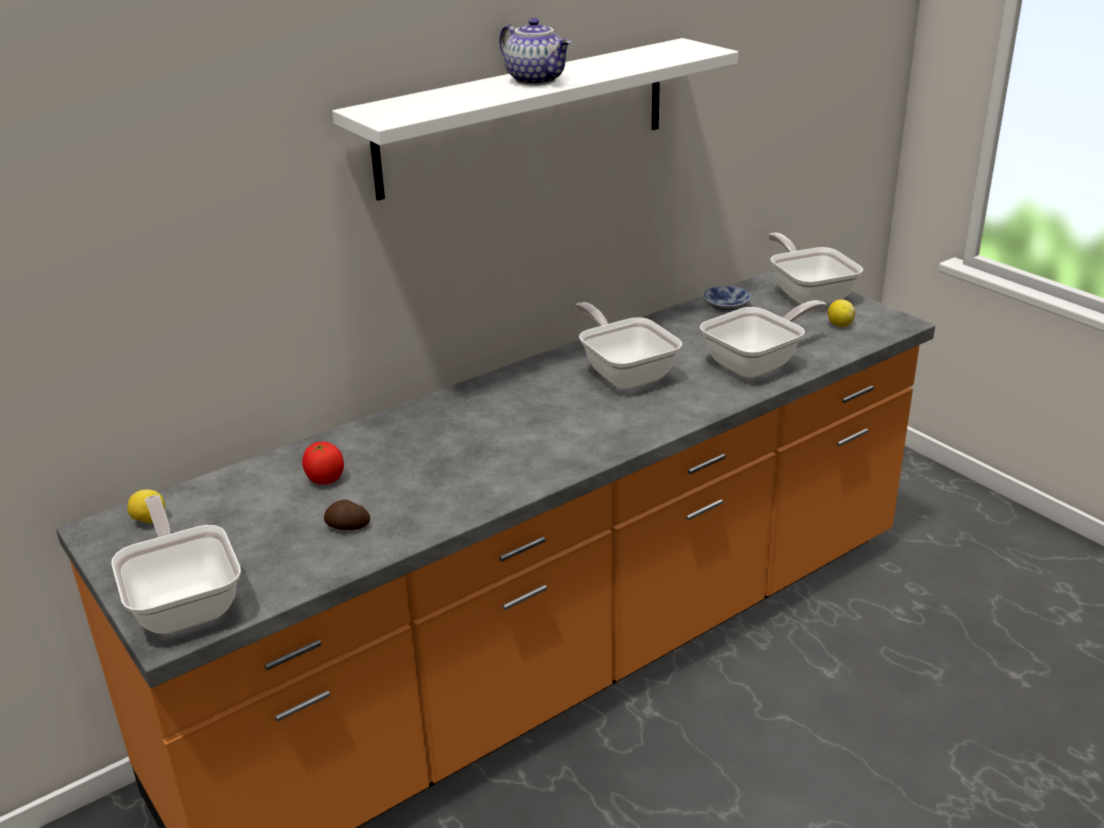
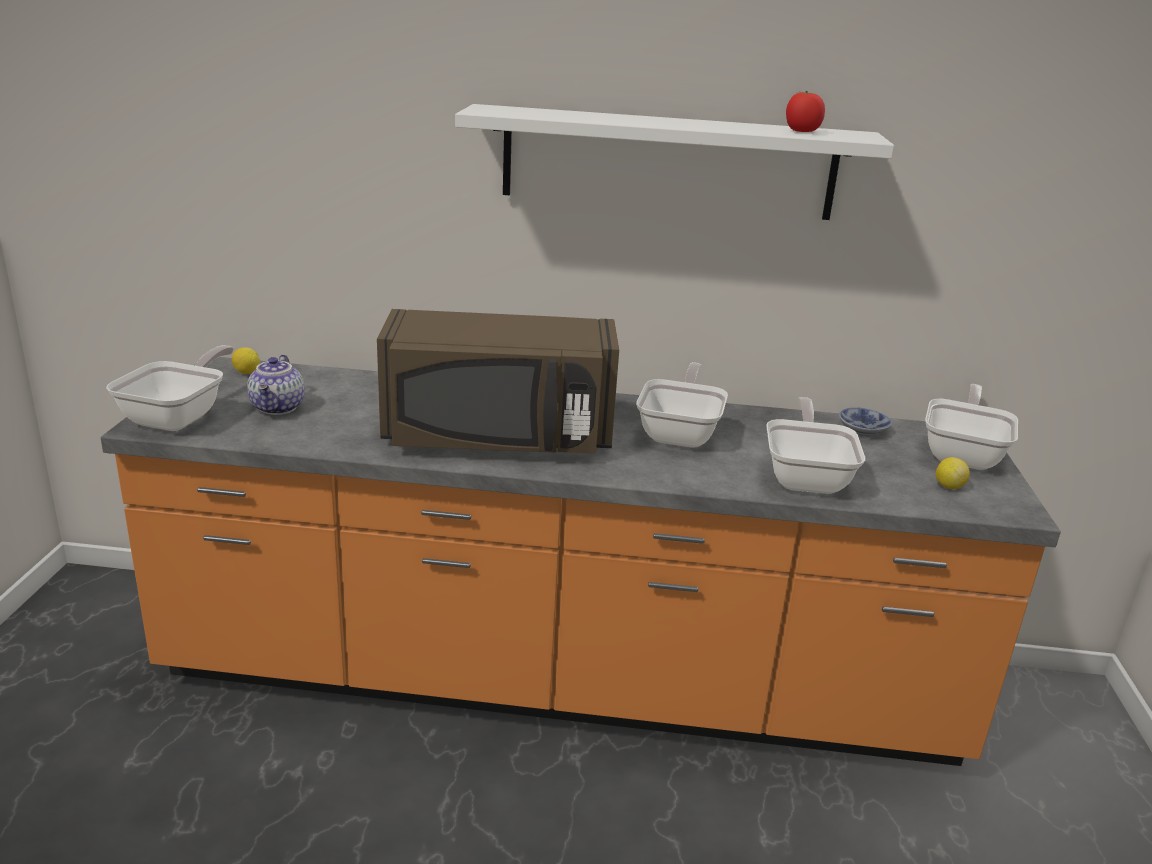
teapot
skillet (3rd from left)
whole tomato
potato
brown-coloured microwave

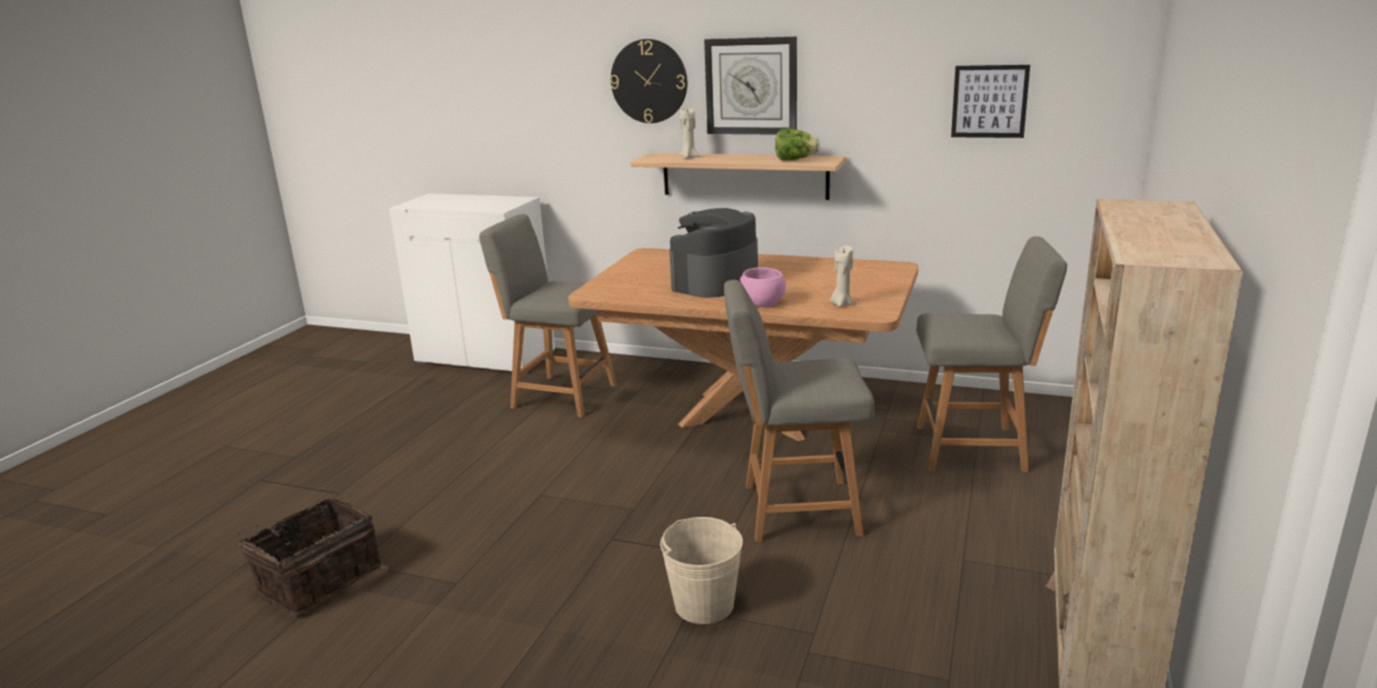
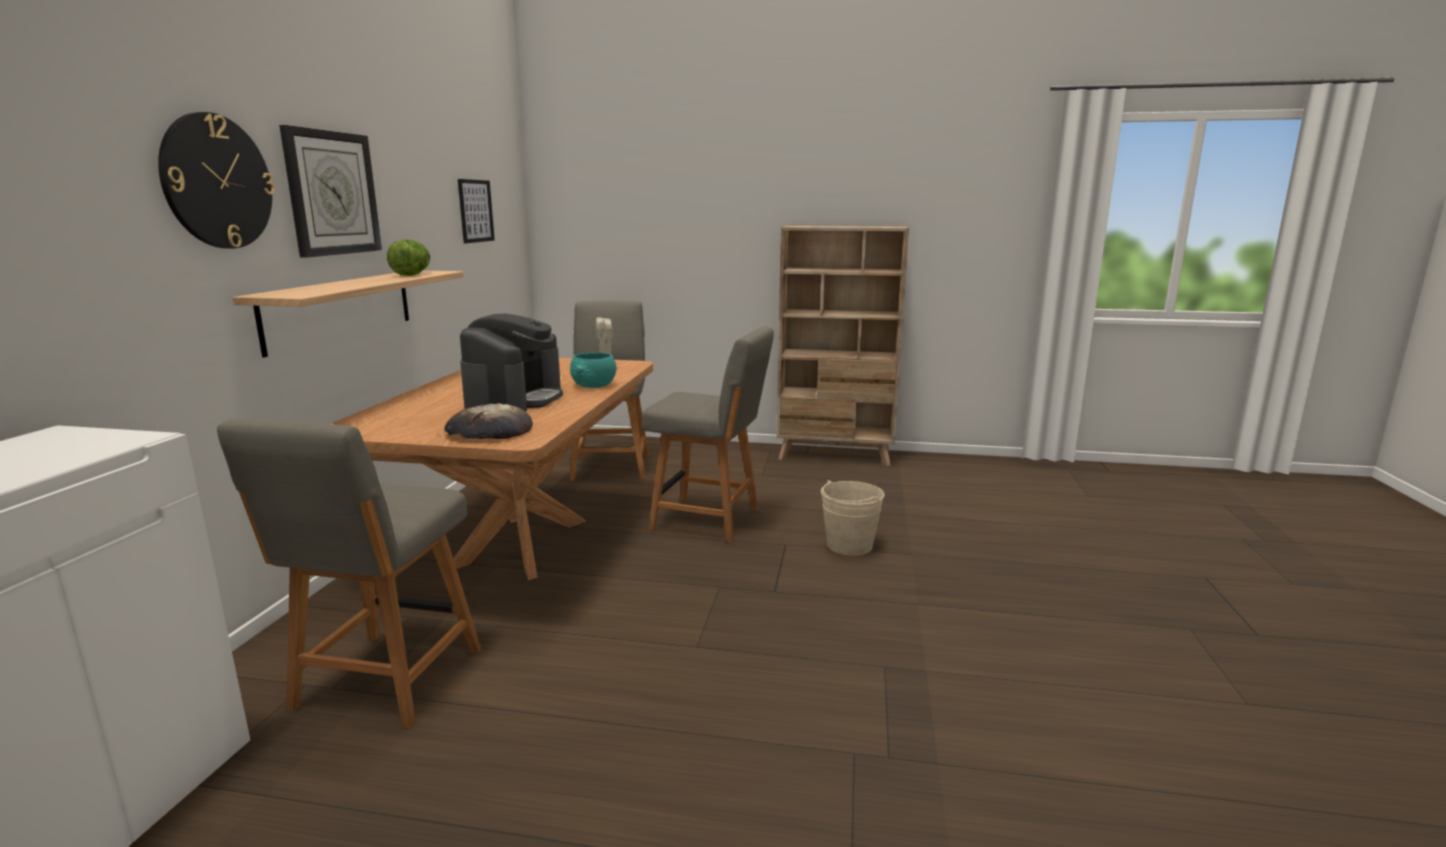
sand-coloured candle (1st from left in the first image)
coffee brewer
blue-green deep dish
grey chair (3rd from left)
storage basket
baked bread

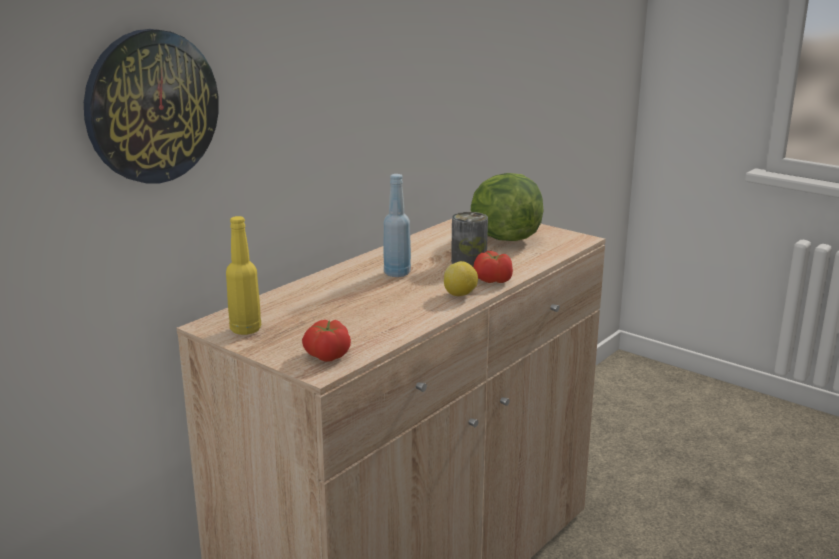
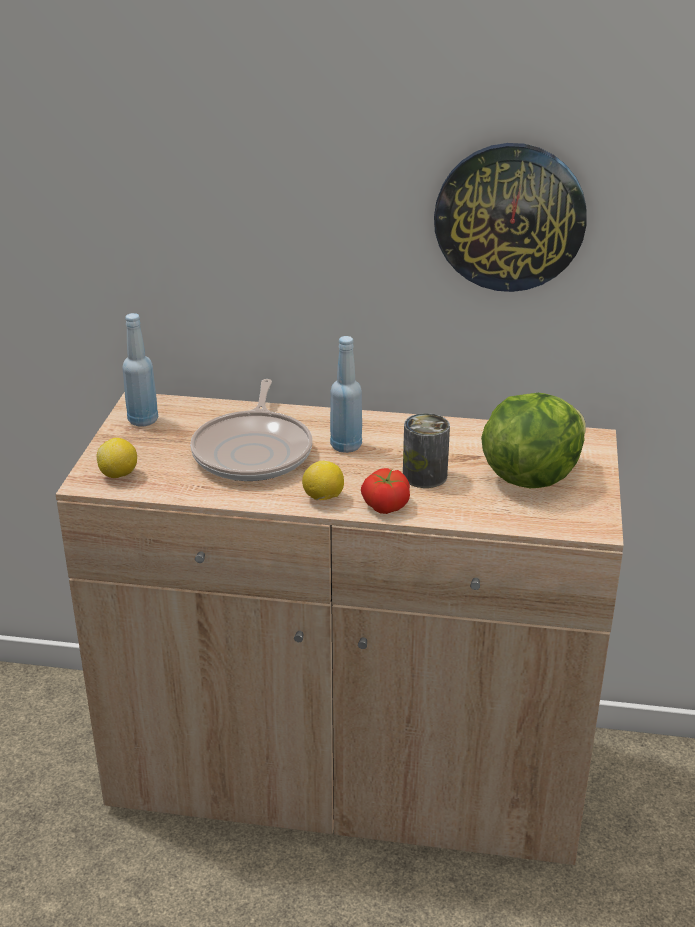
hanging clock
bluish beverage bottle (1st from left)
lemon (1st from left)
skillet

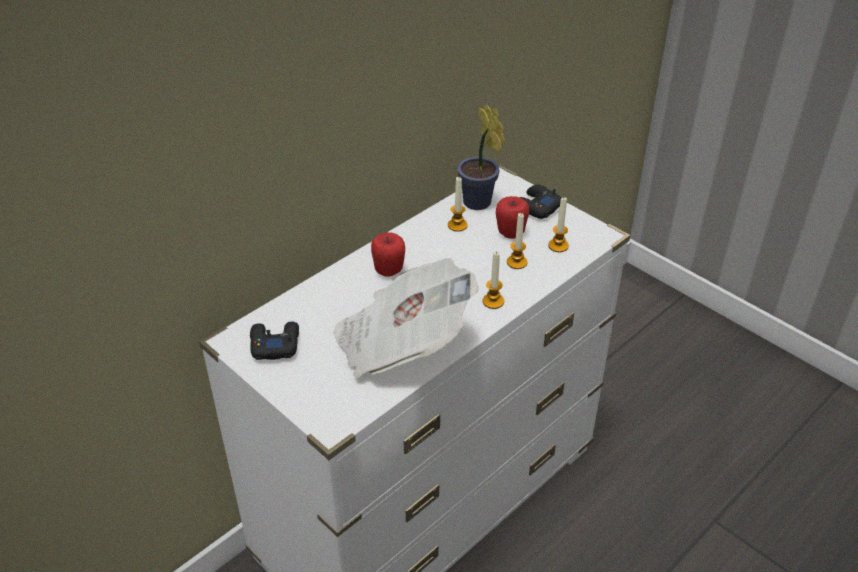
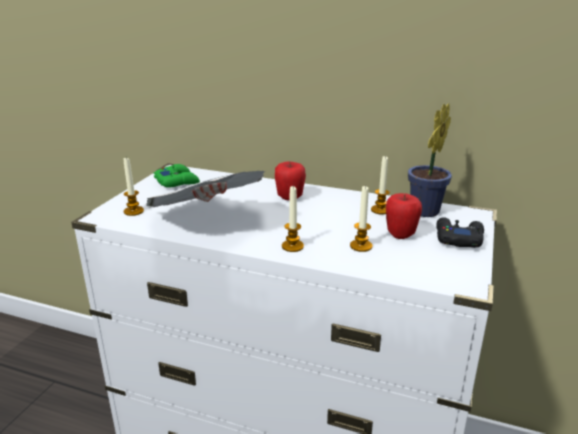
candle (1st from left)
green-coloured joypad

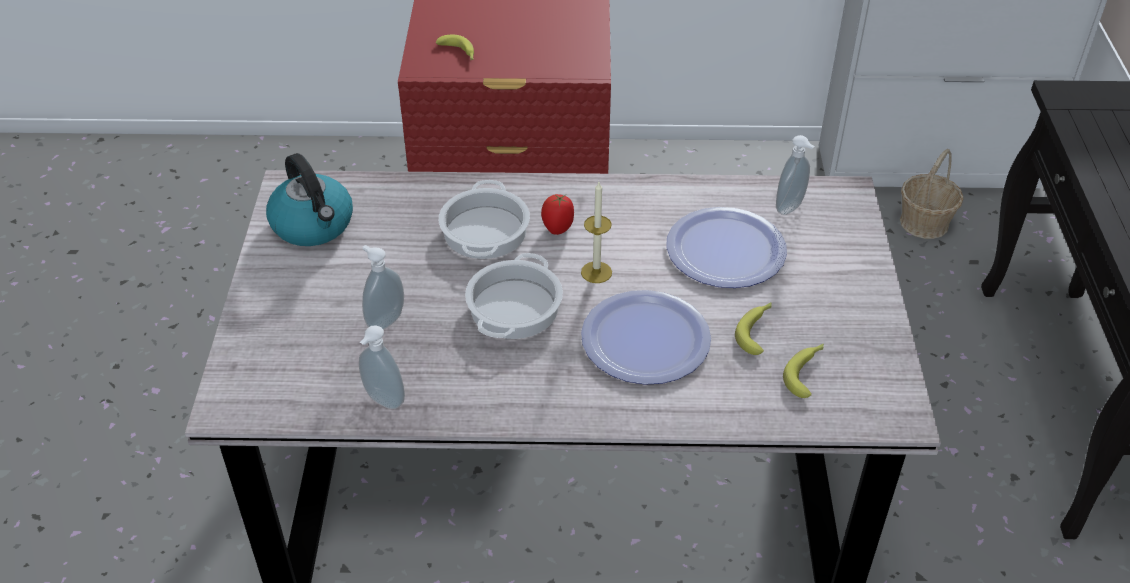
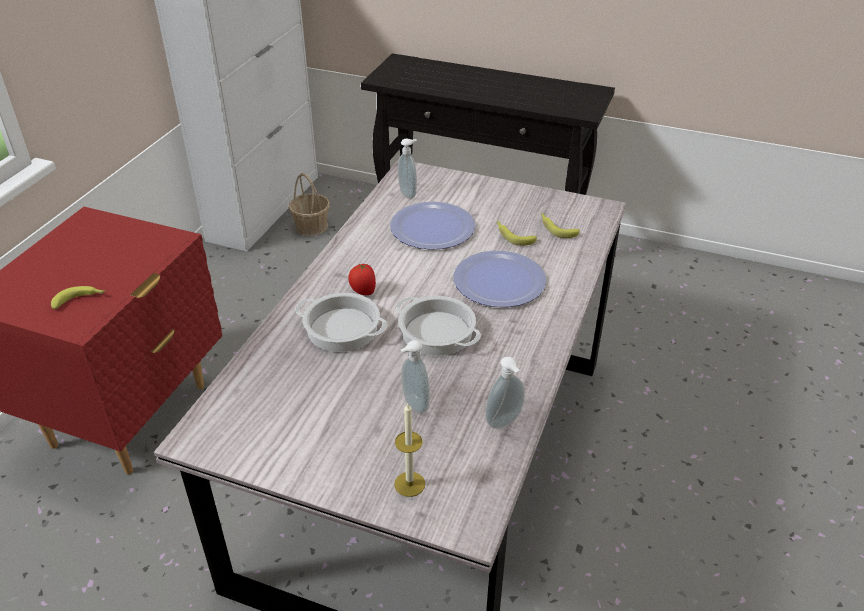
water kettle
candle

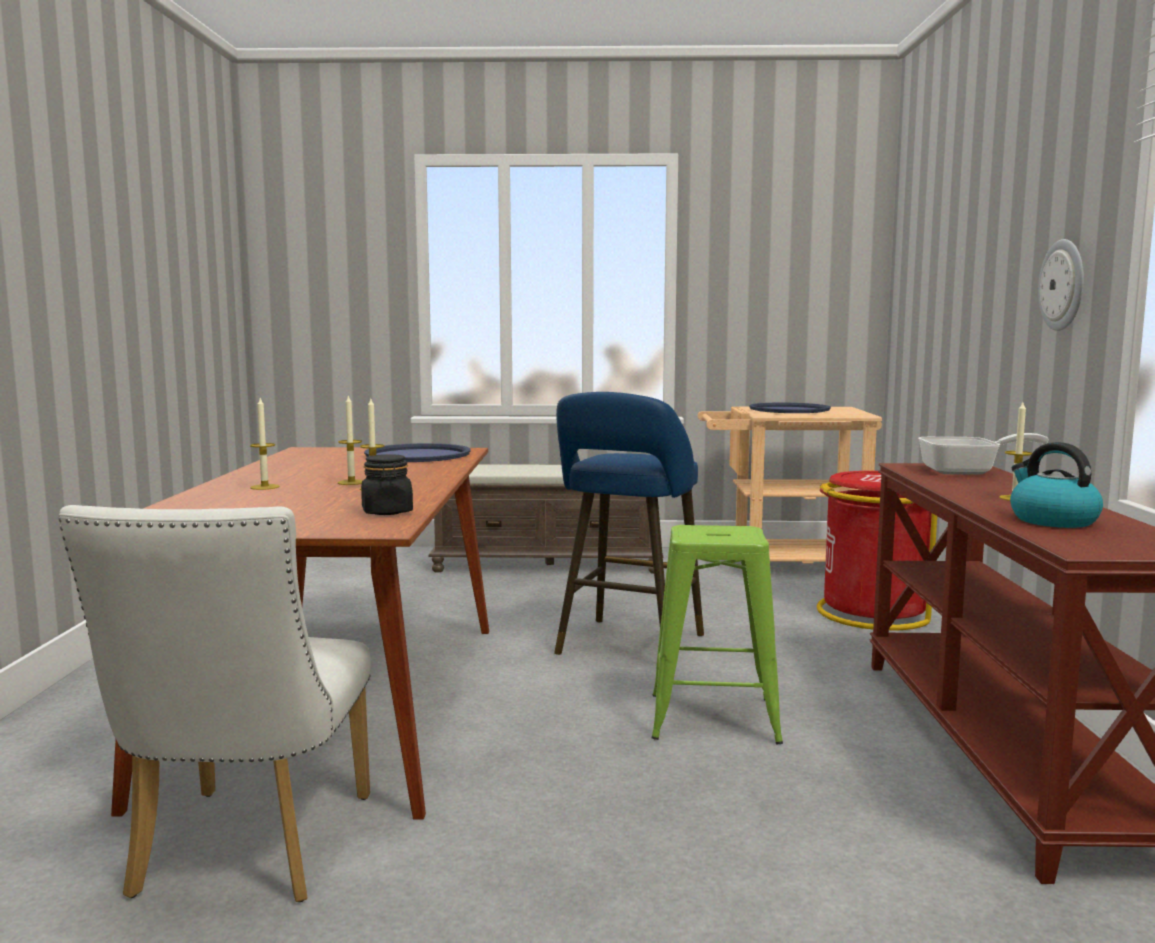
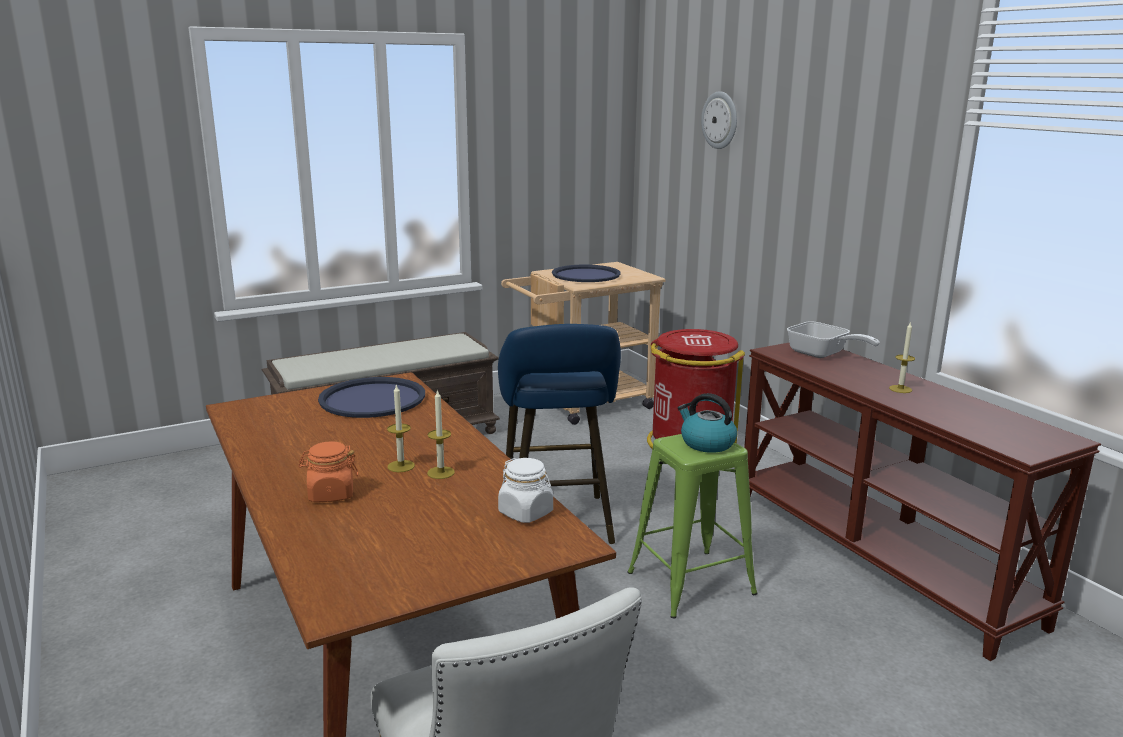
hanging clock
orange-coloured storage jar
skillet
water kettle
whitish storage jar

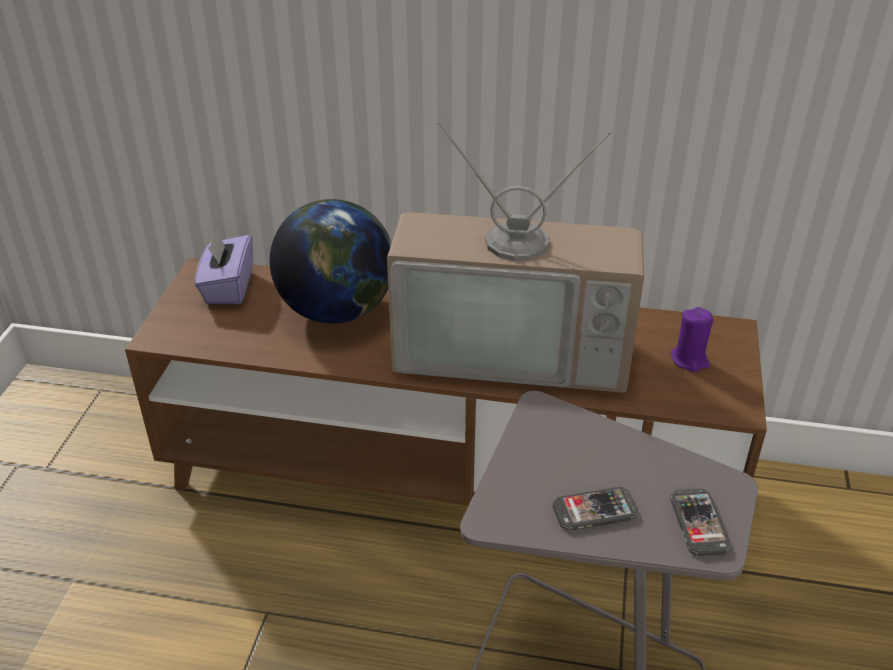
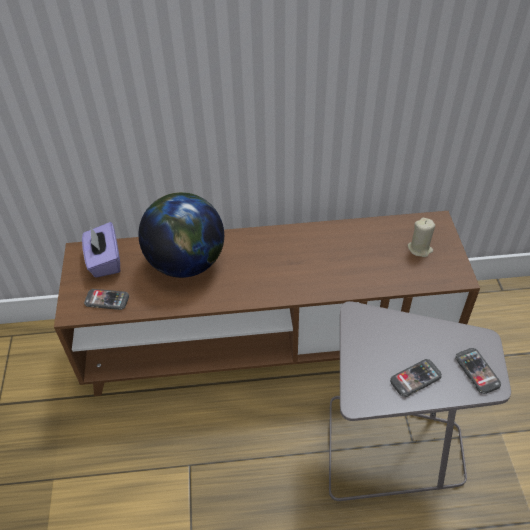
television
sand-coloured candle
phone (1st from left)

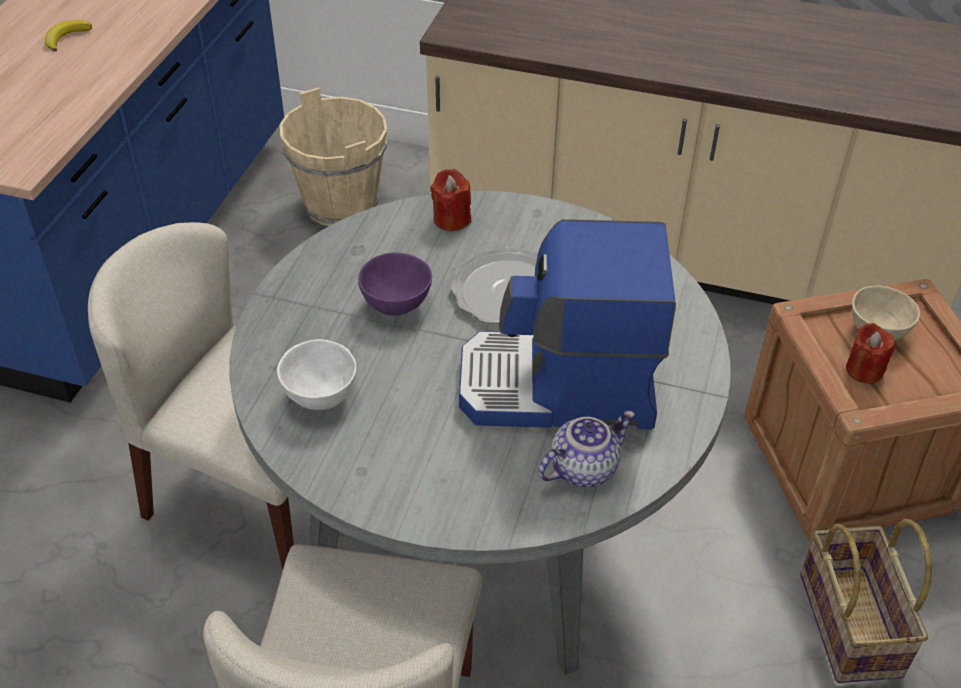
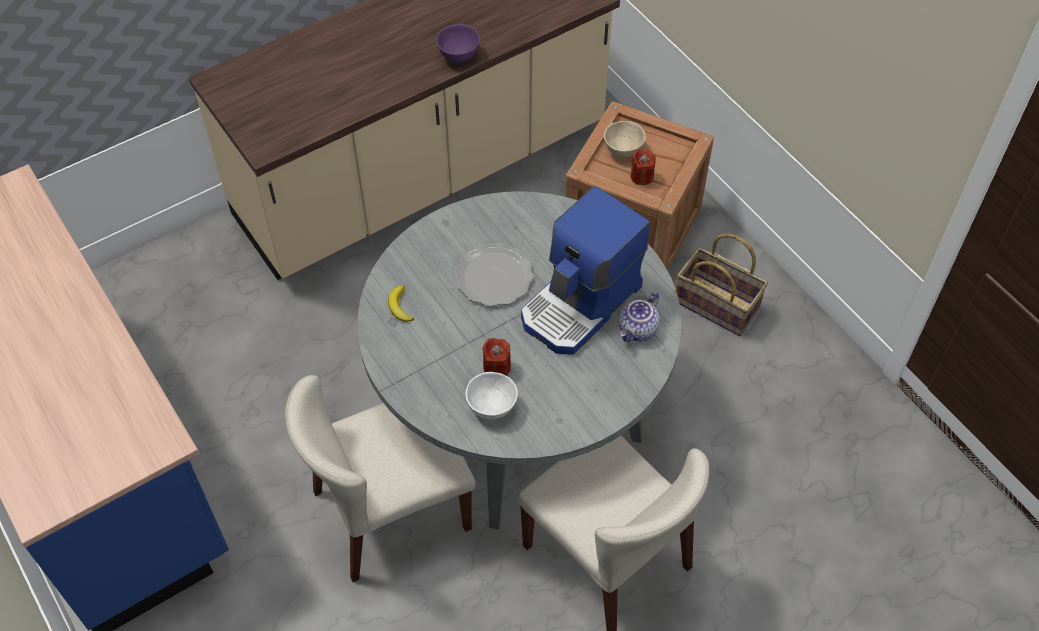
whole banana
sand-coloured pail
red candle (1st from left)
purplish deep dish
teapot

